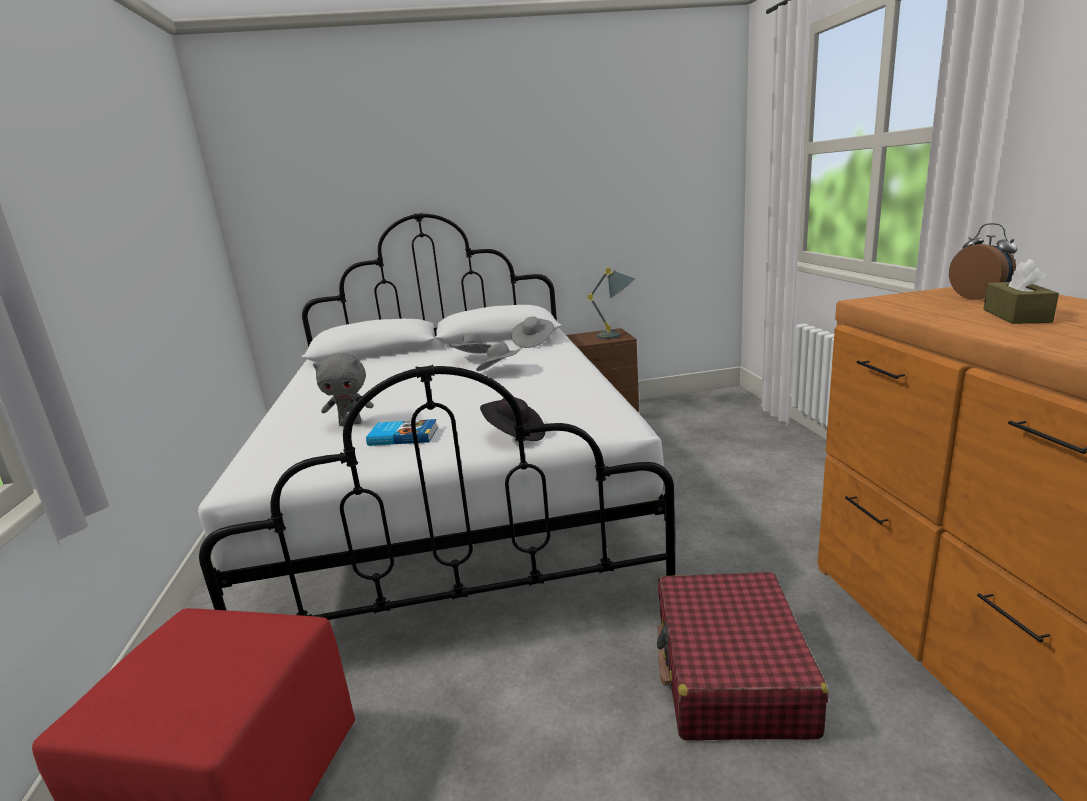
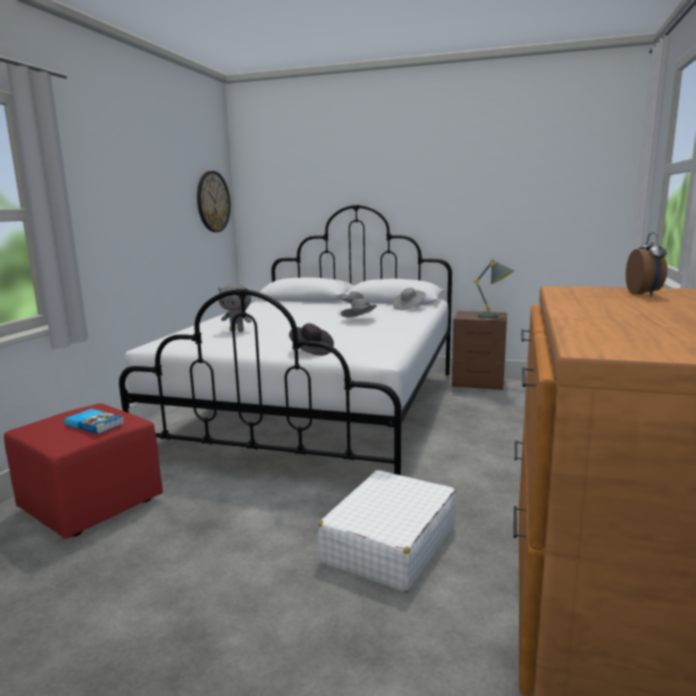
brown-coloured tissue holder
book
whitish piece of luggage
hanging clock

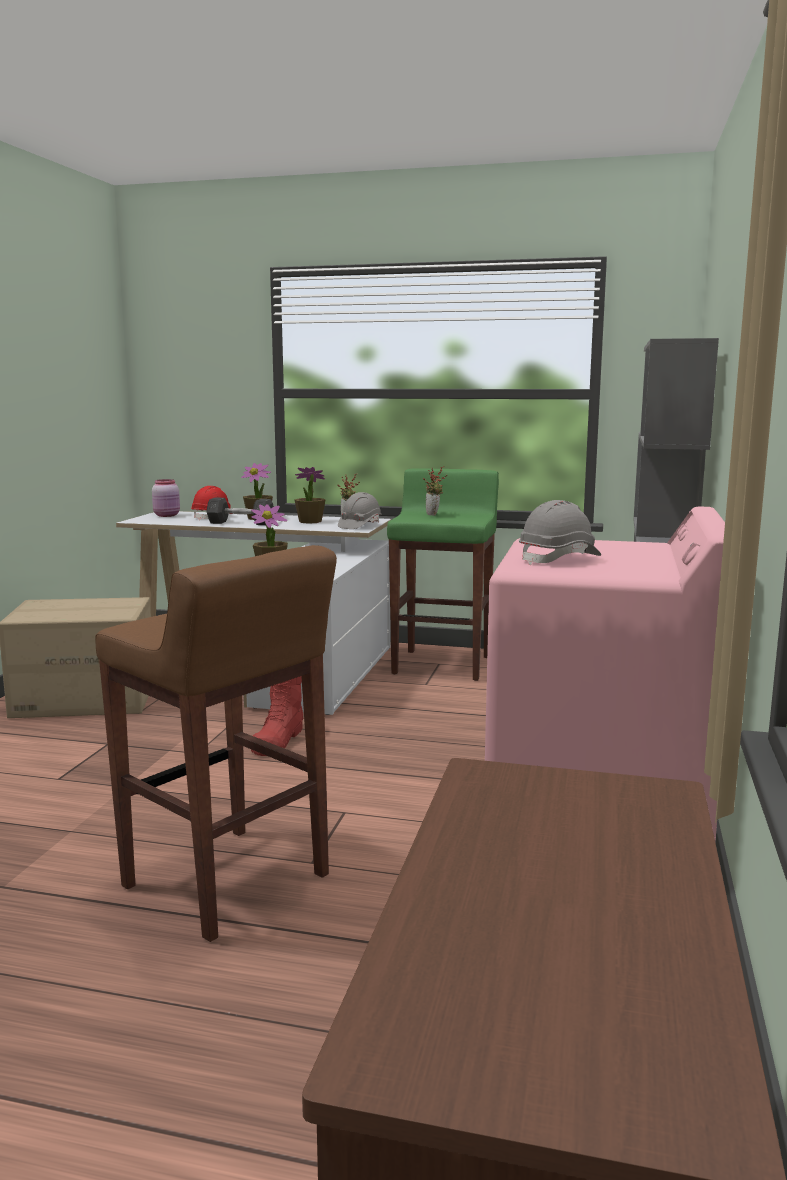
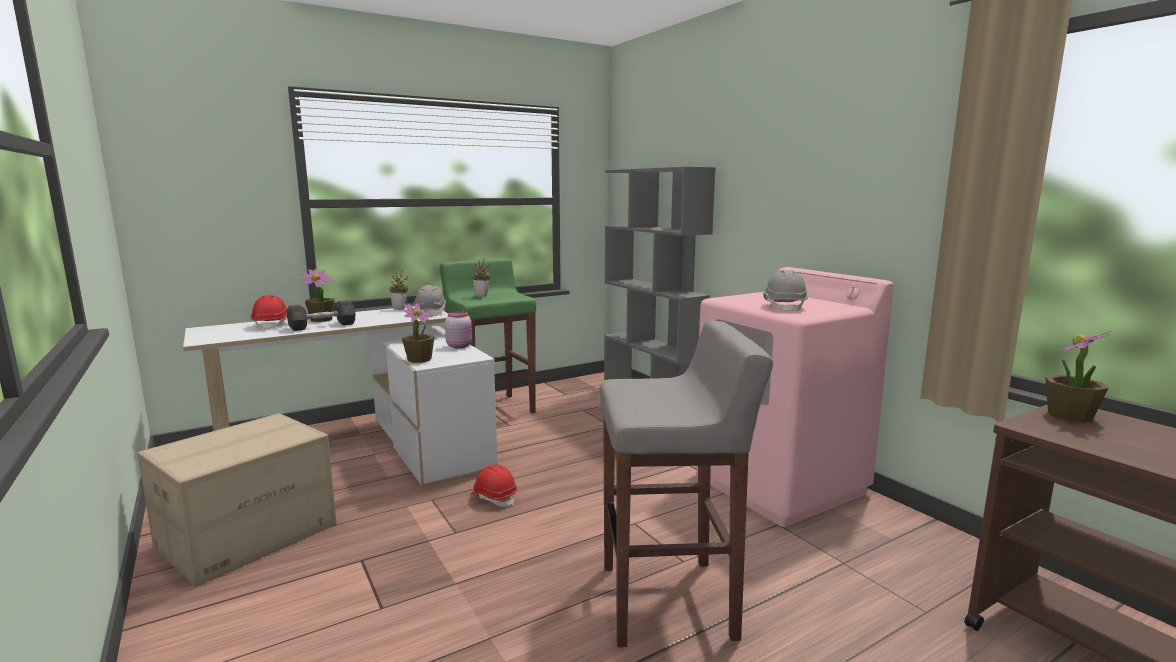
plant in a pot (5th from left)
pinkish storage jar
grey sitting stool
red safety helmet (2nd from left)

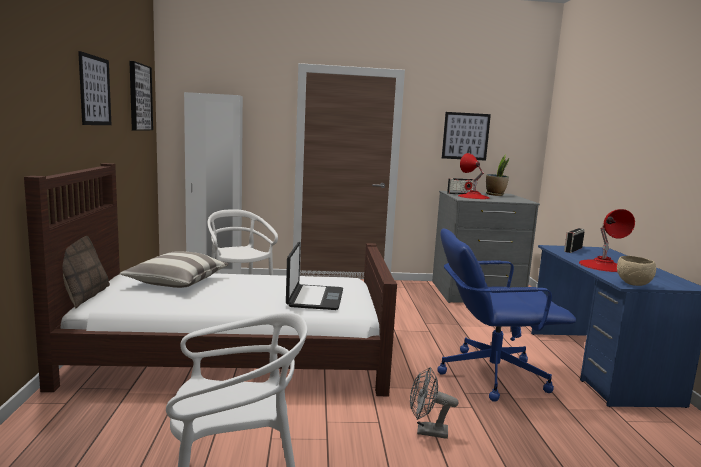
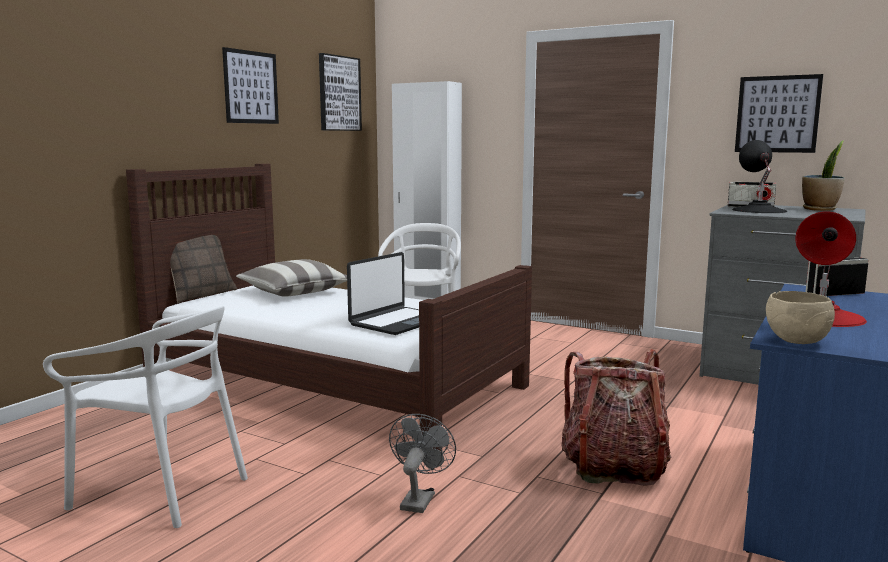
black table lamp
rucksack
grey fan

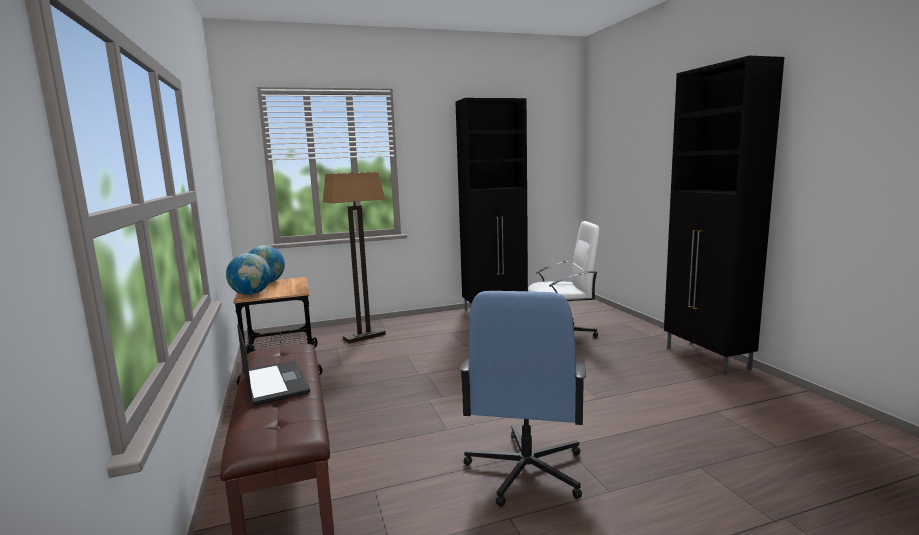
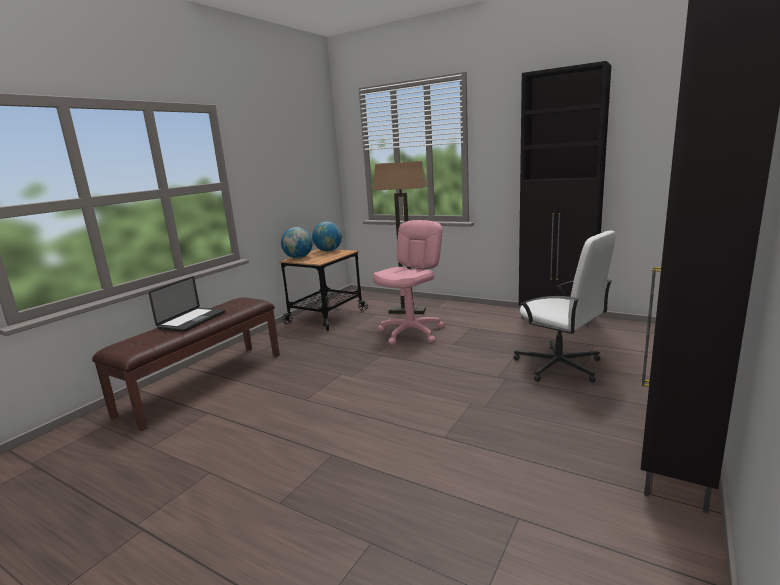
bluish desk chair
pinkish desk chair

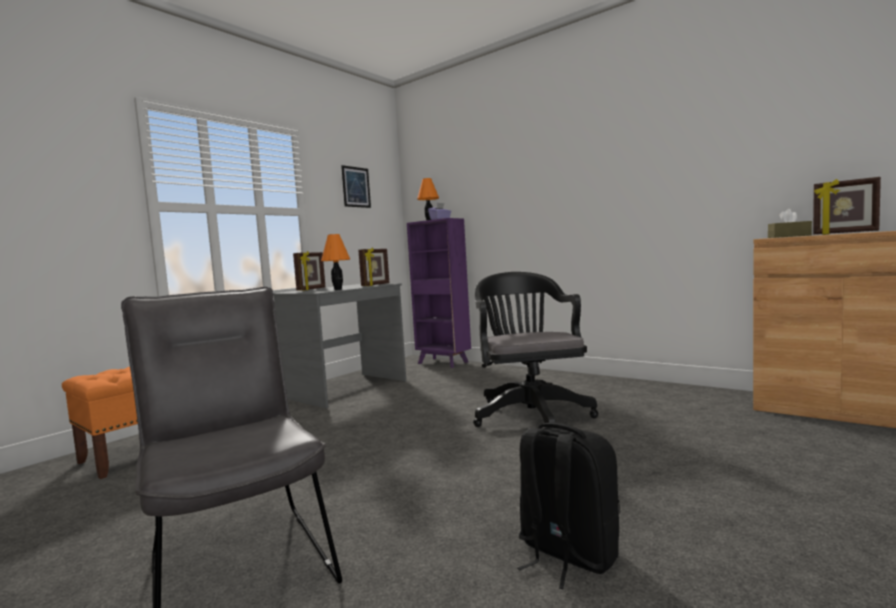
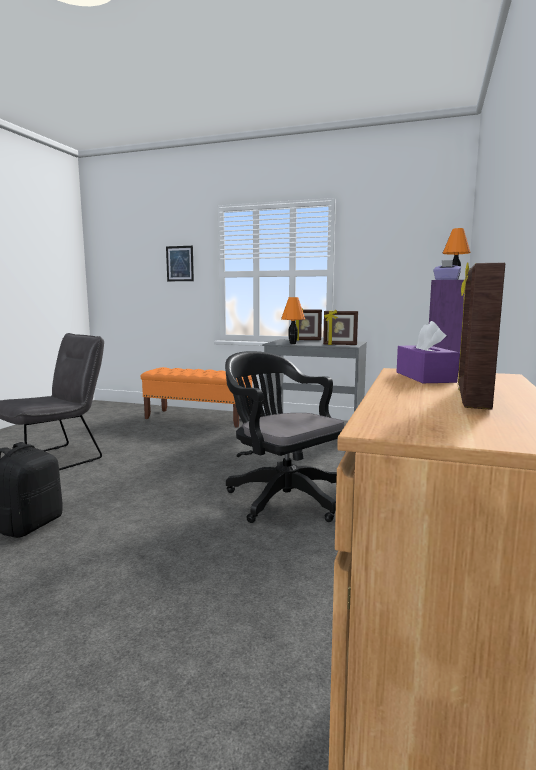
picture
purplish tissue holder (1st from left)
black desk chair

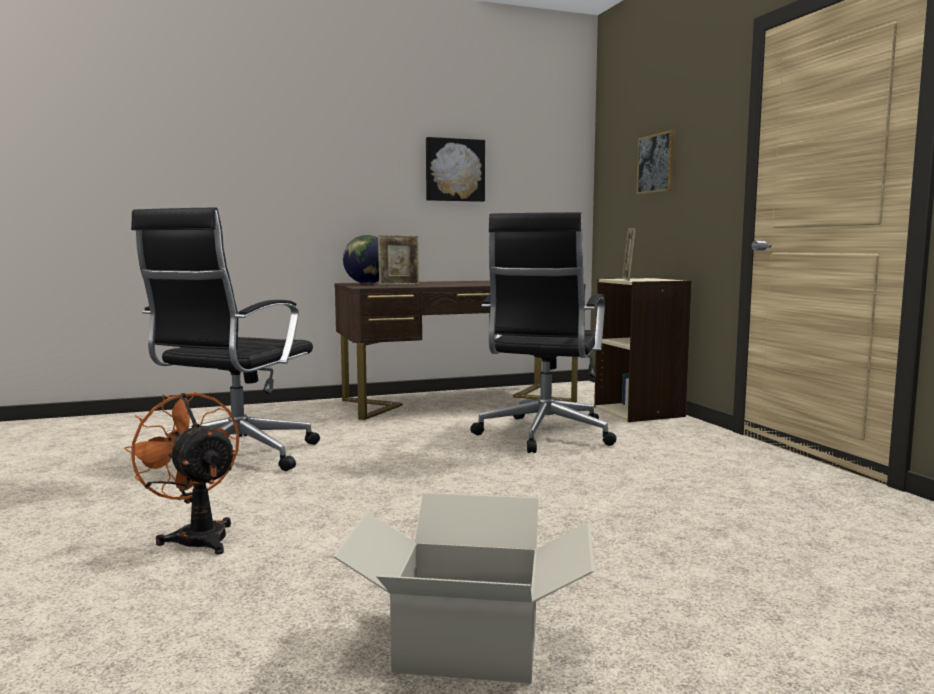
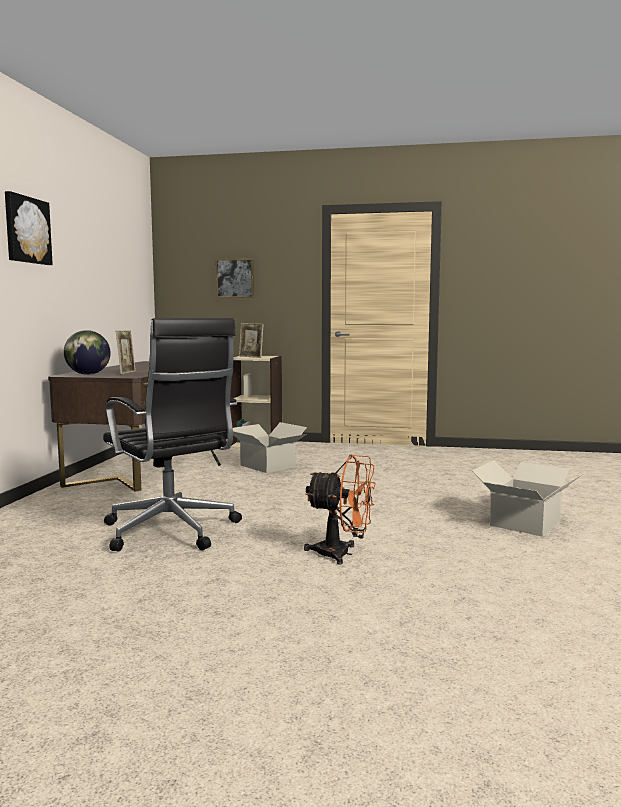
picture (1st from left)
carton (1st from left)
orange-coloured fan

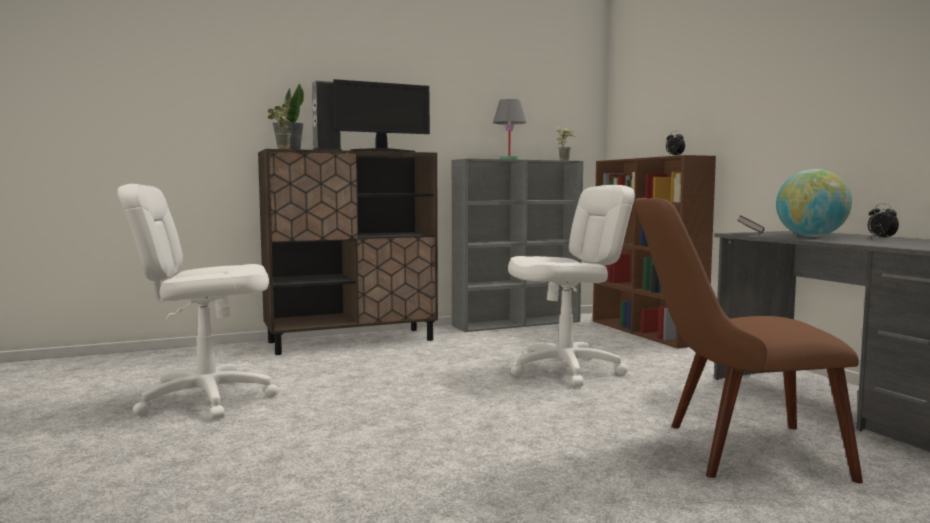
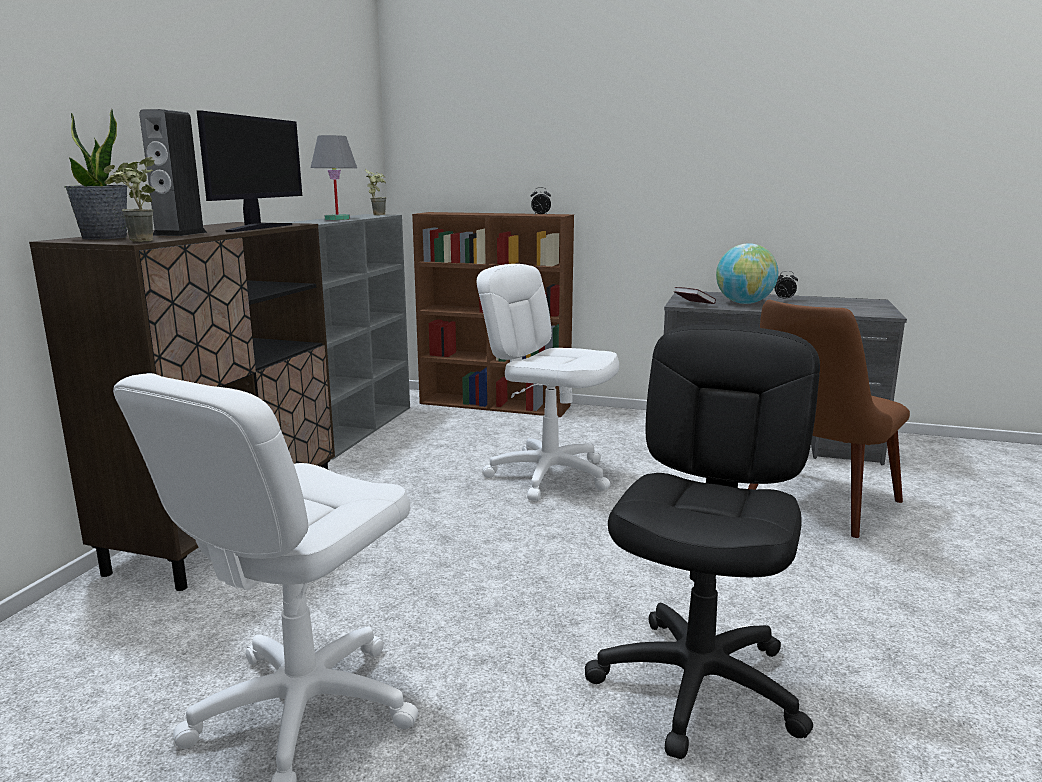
whitish desk chair (2nd from left)
black desk chair

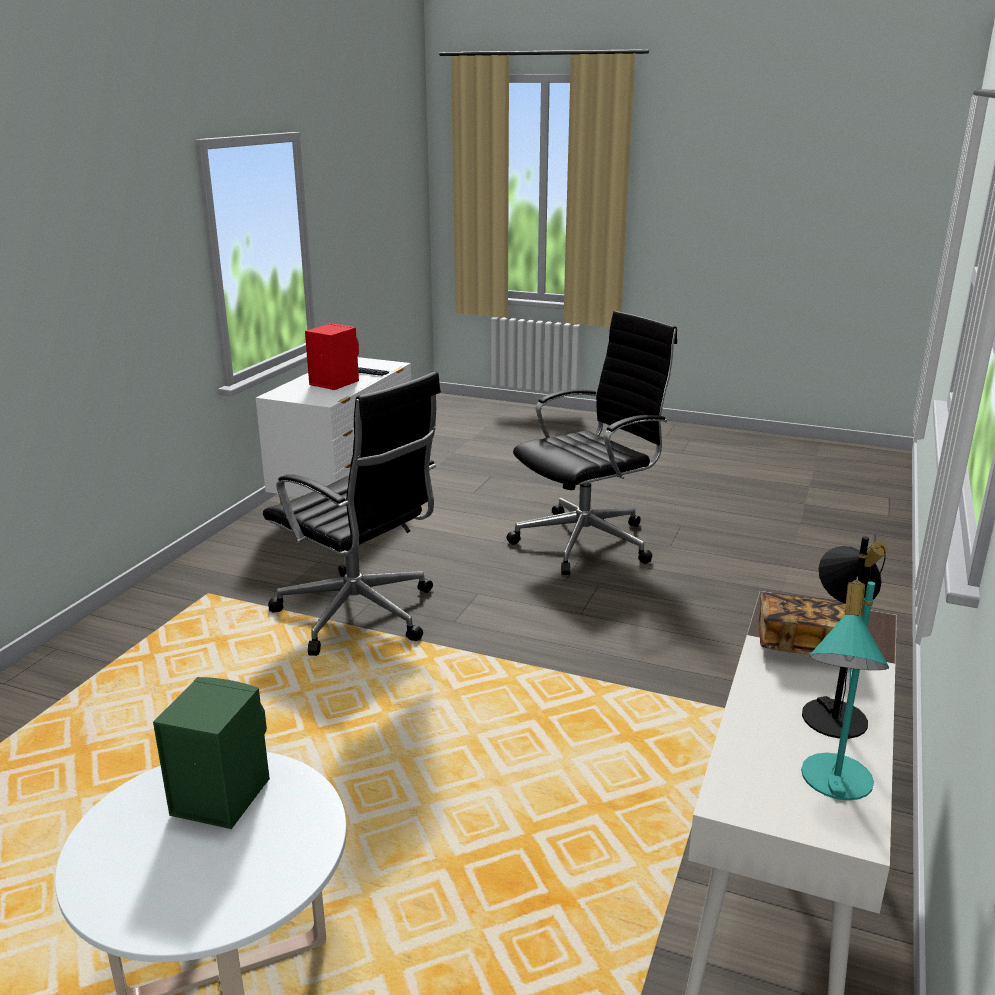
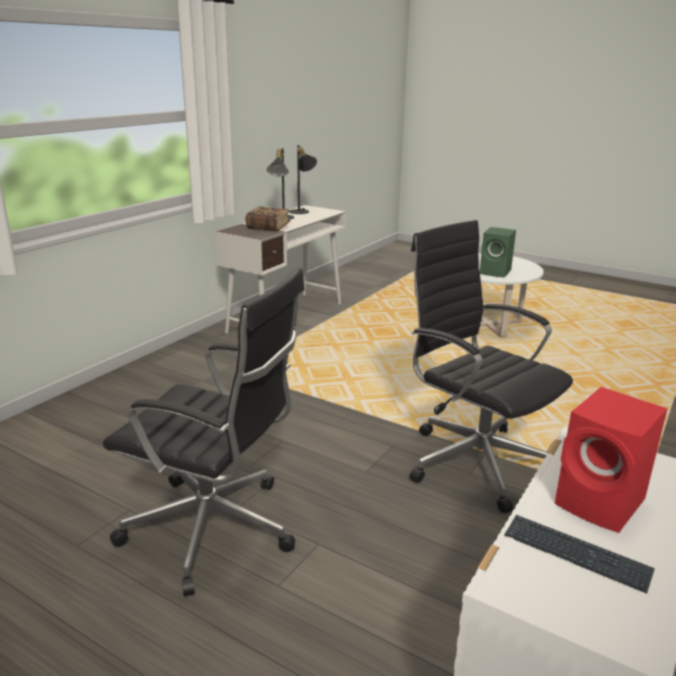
black desk chair (1st from left)
black table lamp (2nd from left)

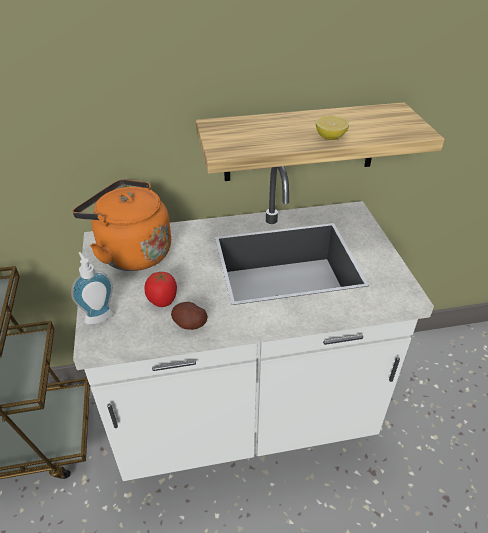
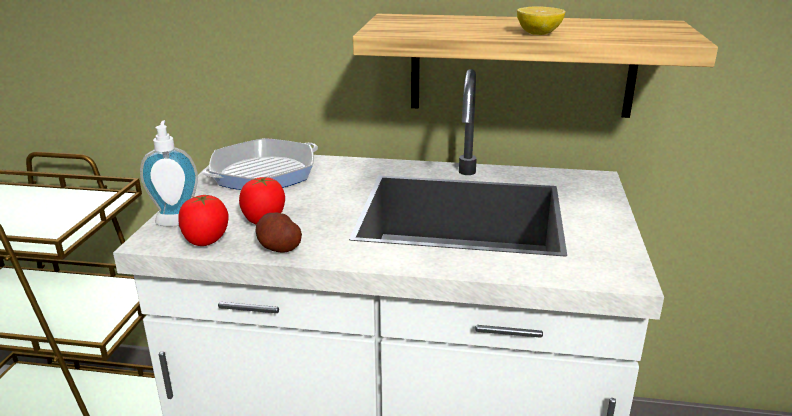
skillet
whole tomato (1st from left)

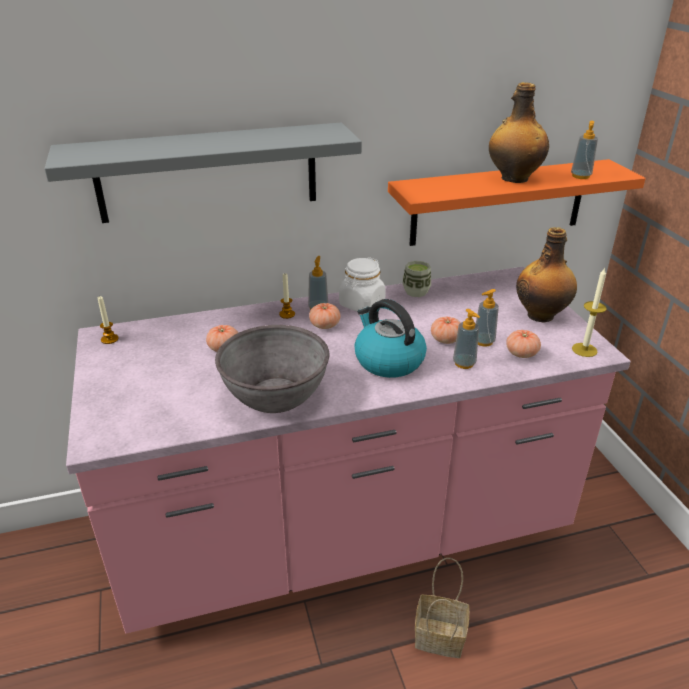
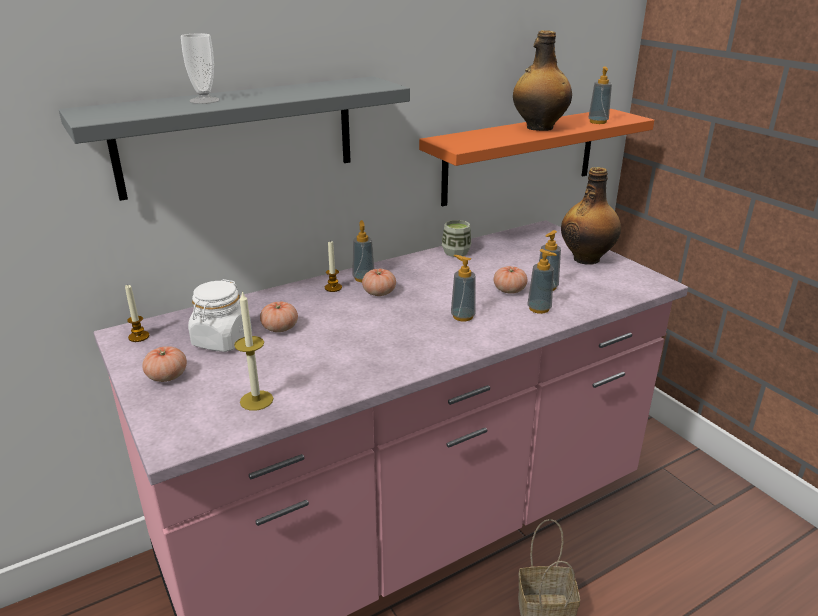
whitish storage jar
candle (2nd from left)
liquid soap bottle (2nd from left)
grey deep dish
whole tomato (1st from left)
drinking cup (1st from left)

